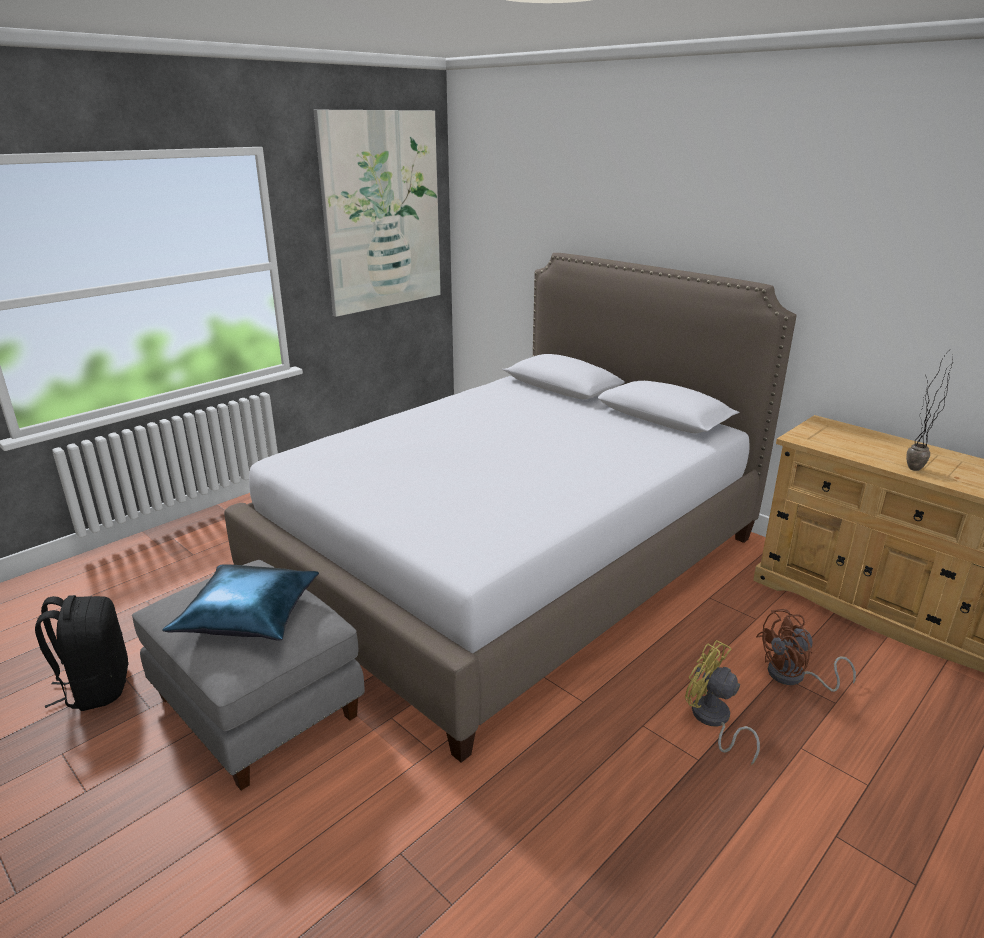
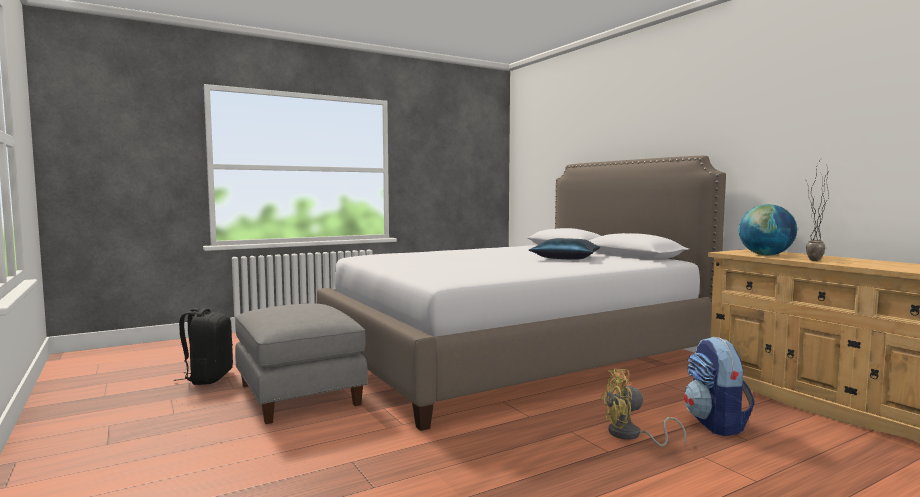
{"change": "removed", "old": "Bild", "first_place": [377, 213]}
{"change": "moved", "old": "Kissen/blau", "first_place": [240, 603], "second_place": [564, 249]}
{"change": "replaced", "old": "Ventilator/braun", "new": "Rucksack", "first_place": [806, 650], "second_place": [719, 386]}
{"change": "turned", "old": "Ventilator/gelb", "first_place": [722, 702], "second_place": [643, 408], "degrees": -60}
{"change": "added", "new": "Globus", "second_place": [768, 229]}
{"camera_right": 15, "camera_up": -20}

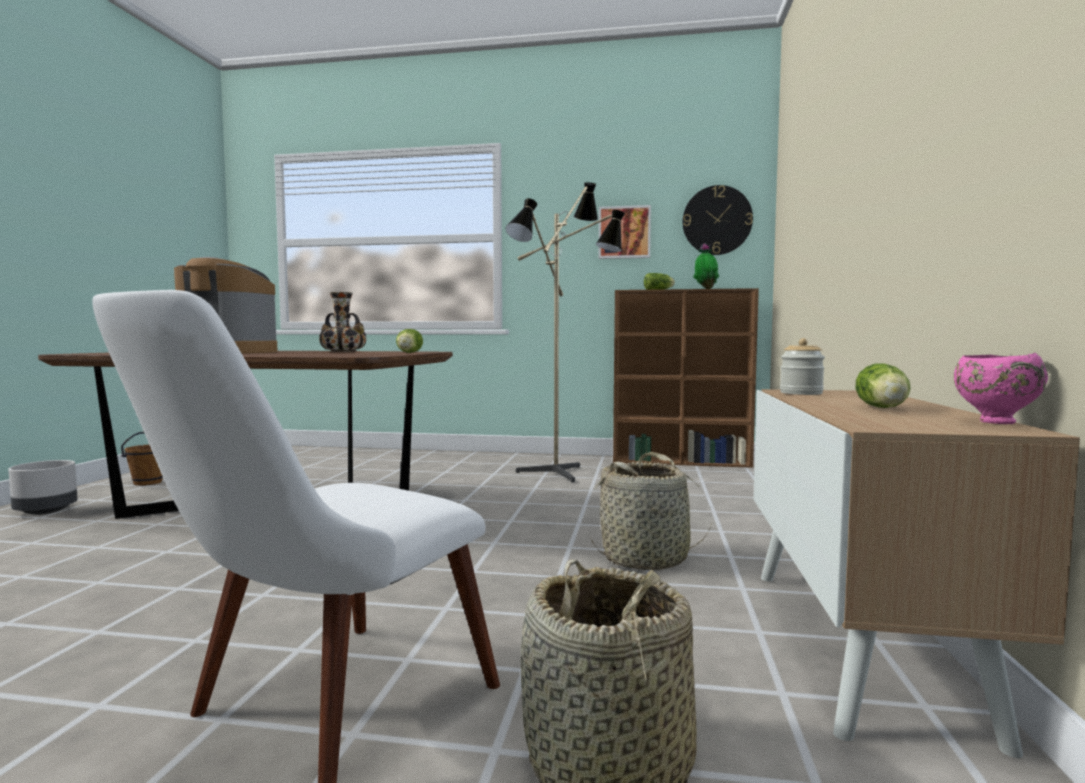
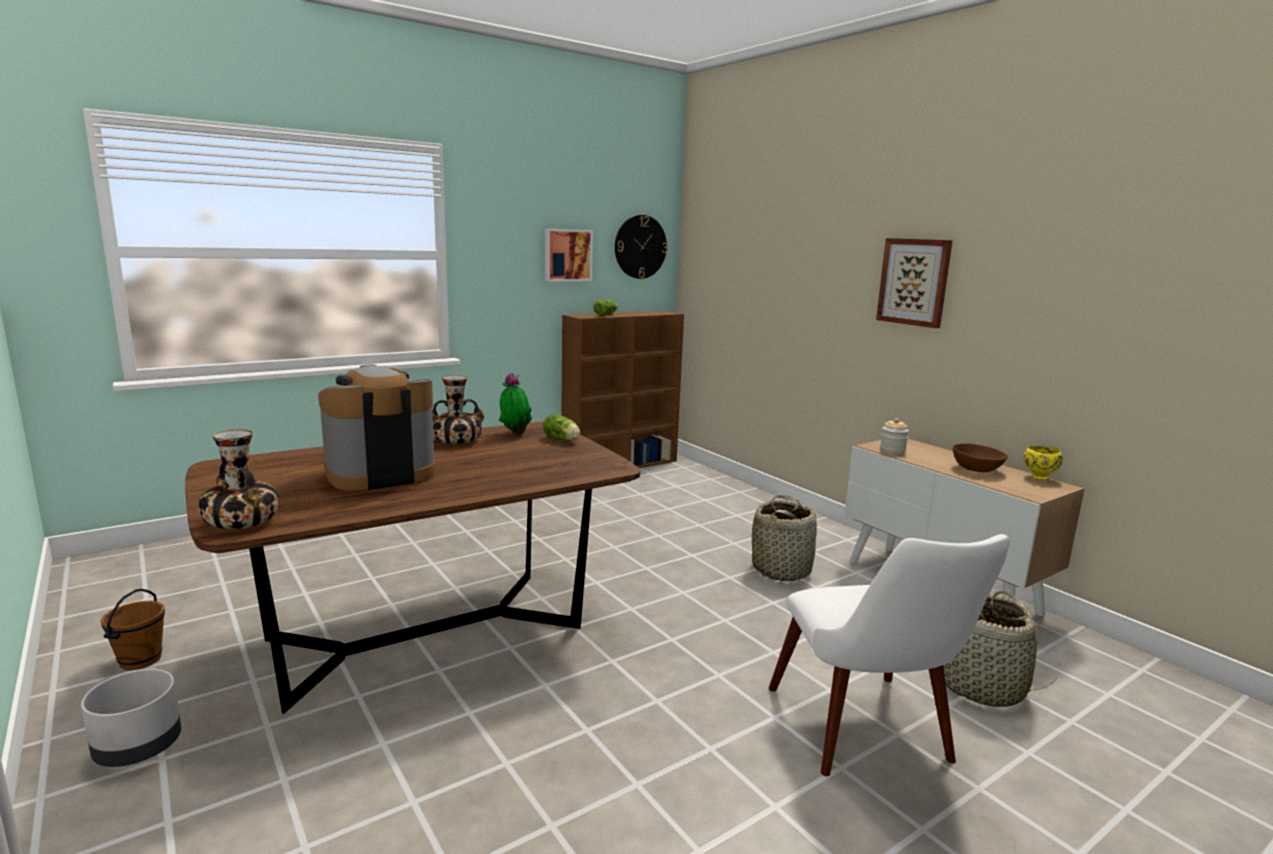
{"change": "removed", "old": "Stehlampe", "first_place": [565, 332]}
{"change": "moved", "old": "Topfpflanze", "first_place": [706, 266], "second_place": [515, 404]}
{"change": "recoloured", "old": "Schüssel/rosa", "new": "Schüssel/gelb", "first_place": [1001, 388], "second_place": [1043, 463]}
{"change": "replaced", "old": "Salatkopf", "new": "Schüssel/braun", "first_place": [883, 385], "second_place": [980, 457]}
{"change": "added", "new": "Bild", "second_place": [914, 283]}
{"change": "added", "new": "Vase", "second_place": [238, 479]}
{"camera_right": -45, "camera_up": 10}

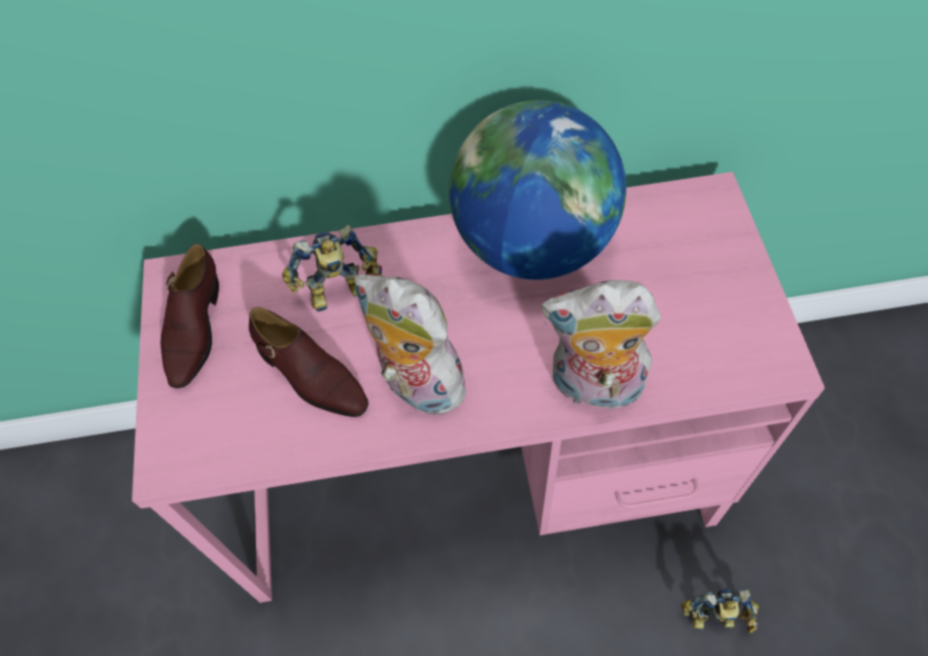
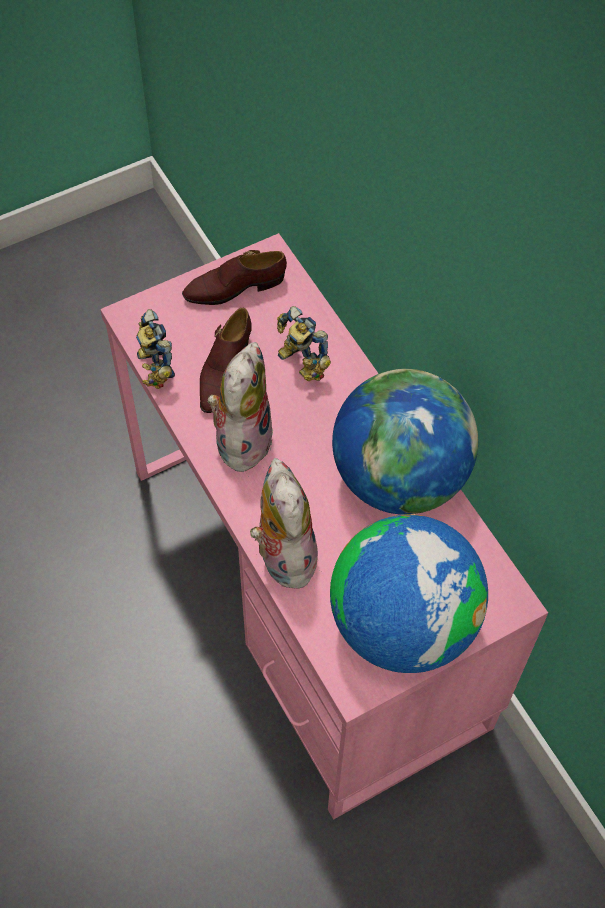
{"change": "moved", "old": "Spielzeugroboter", "first_place": [720, 610], "second_place": [155, 349]}
{"change": "added", "new": "Globus", "second_place": [409, 594]}
{"camera_right": 65, "camera_up": 0}

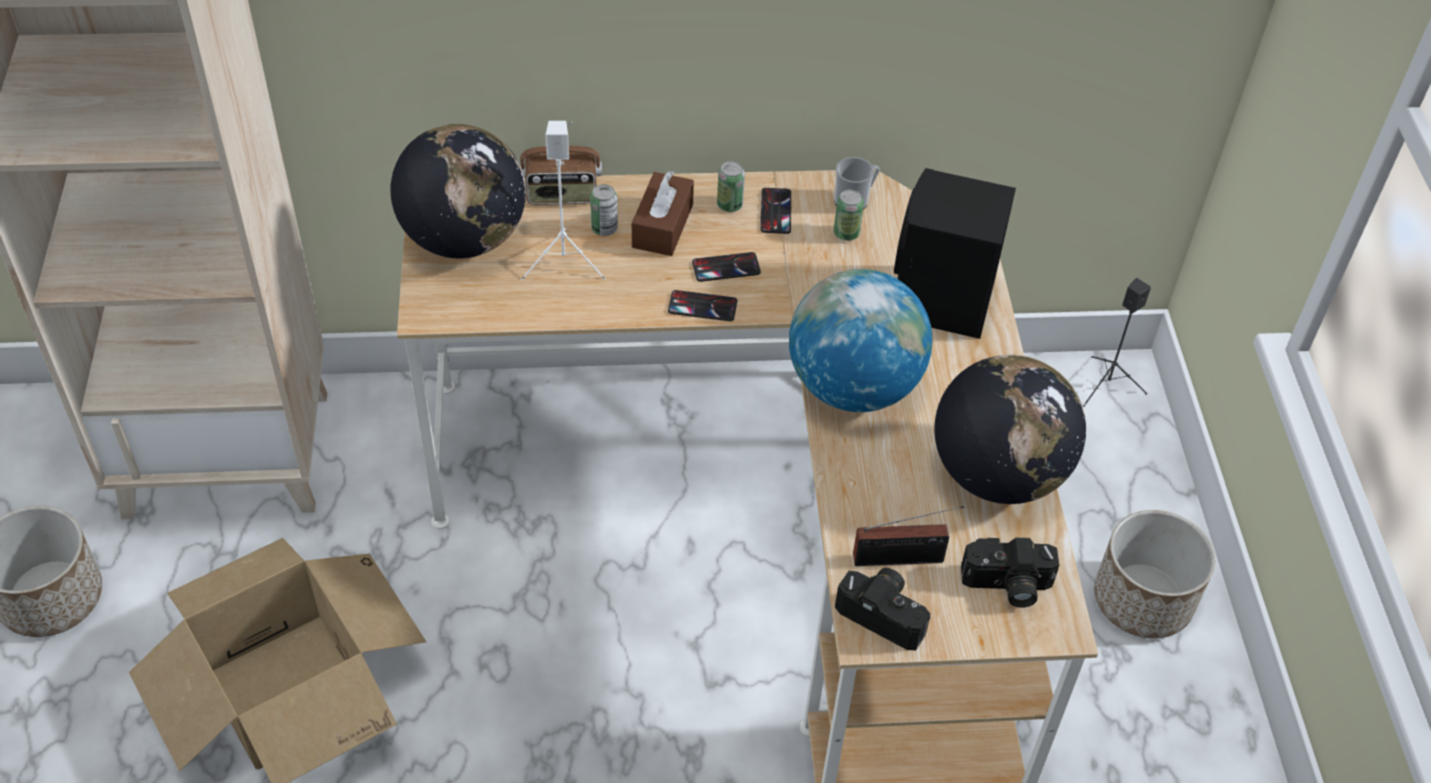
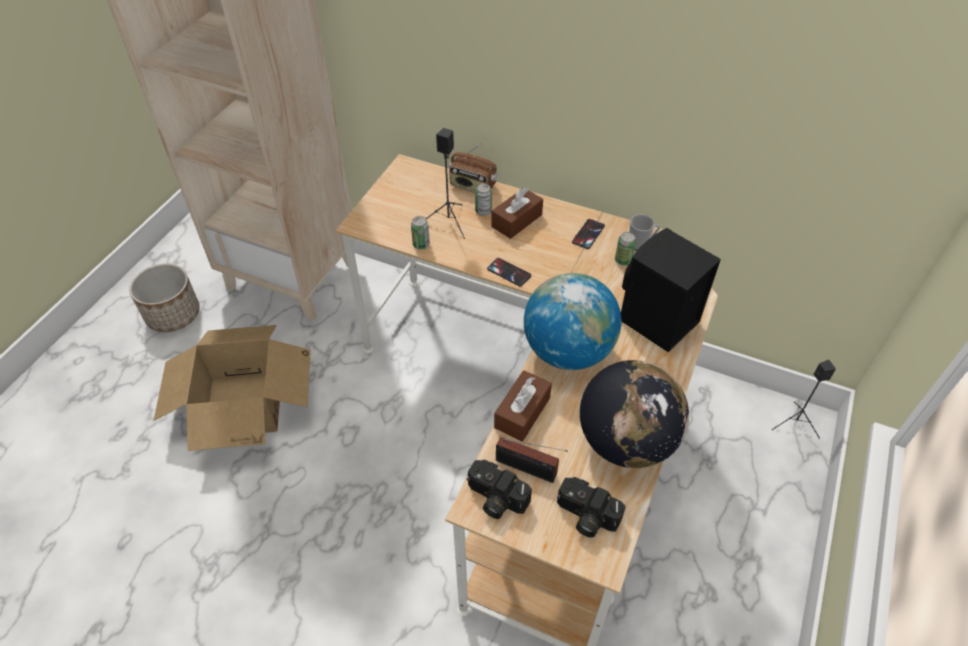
{"change": "recoloured", "old": "Lautsprecher/weiß", "new": "Lautsprecher/schwarz", "first_place": [563, 200], "second_place": [445, 183]}
{"change": "removed", "old": "Globus", "first_place": [458, 191]}
{"change": "moved", "old": "Dose", "first_place": [731, 186], "second_place": [420, 233]}
{"change": "removed", "old": "Handy", "first_place": [726, 267]}
{"change": "removed", "old": "Pflanzkübel", "first_place": [1154, 574]}
{"change": "turned", "old": "Kamera", "first_place": [882, 609], "second_place": [499, 489], "degrees": 150}
{"change": "added", "new": "Taschentuchbox/braun", "second_place": [523, 405]}
{"camera_right": 30, "camera_up": 0}

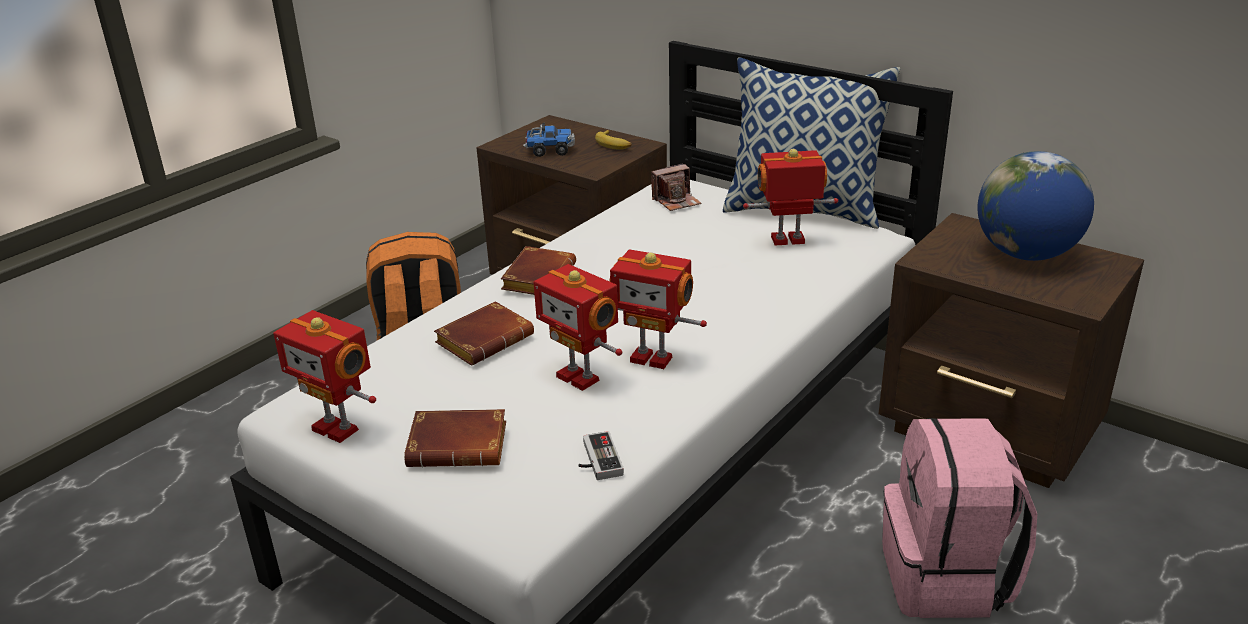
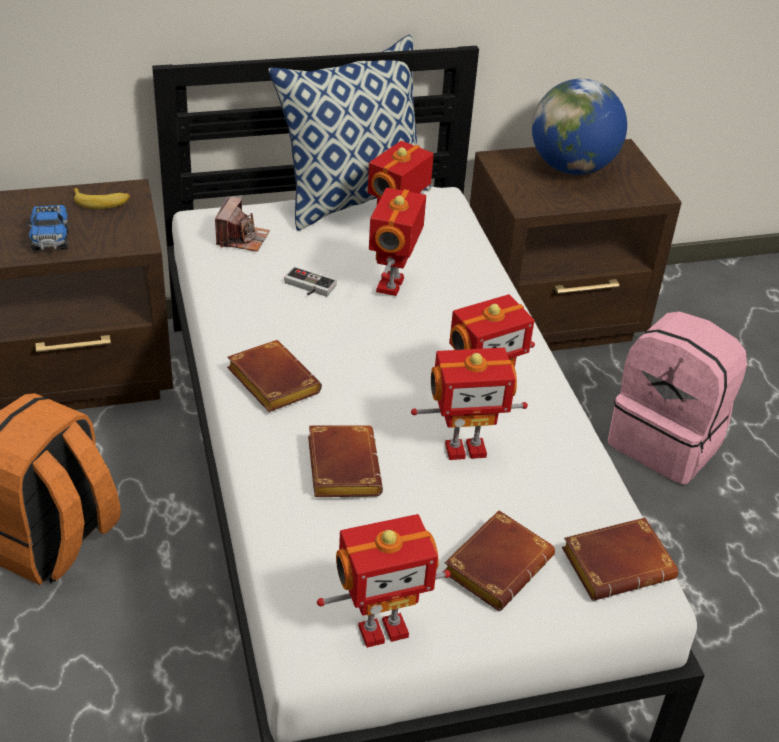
{"change": "turned", "old": "Spielzeuglaster", "first_place": [549, 140], "second_place": [48, 228], "degrees": 135}
{"change": "moved", "old": "Gamepad", "first_place": [601, 455], "second_place": [310, 282]}
{"change": "added", "new": "Spielzeugroboter", "second_place": [397, 242]}
{"change": "added", "new": "Buch/braun", "second_place": [620, 559]}
{"camera_right": -55, "camera_up": 10}

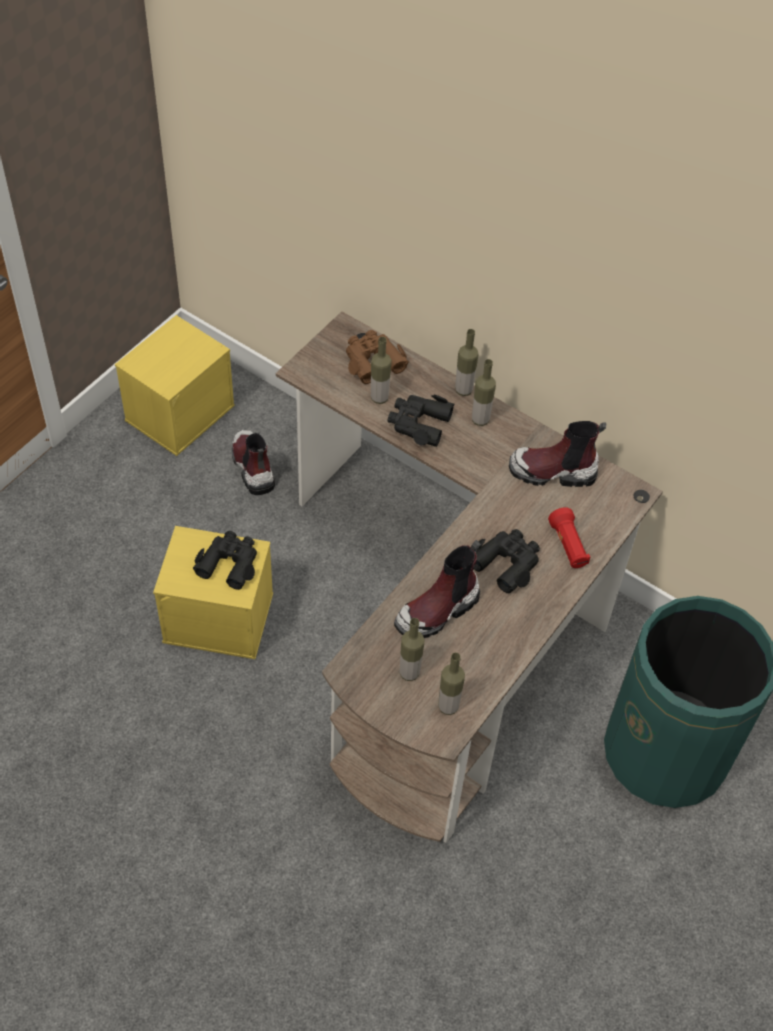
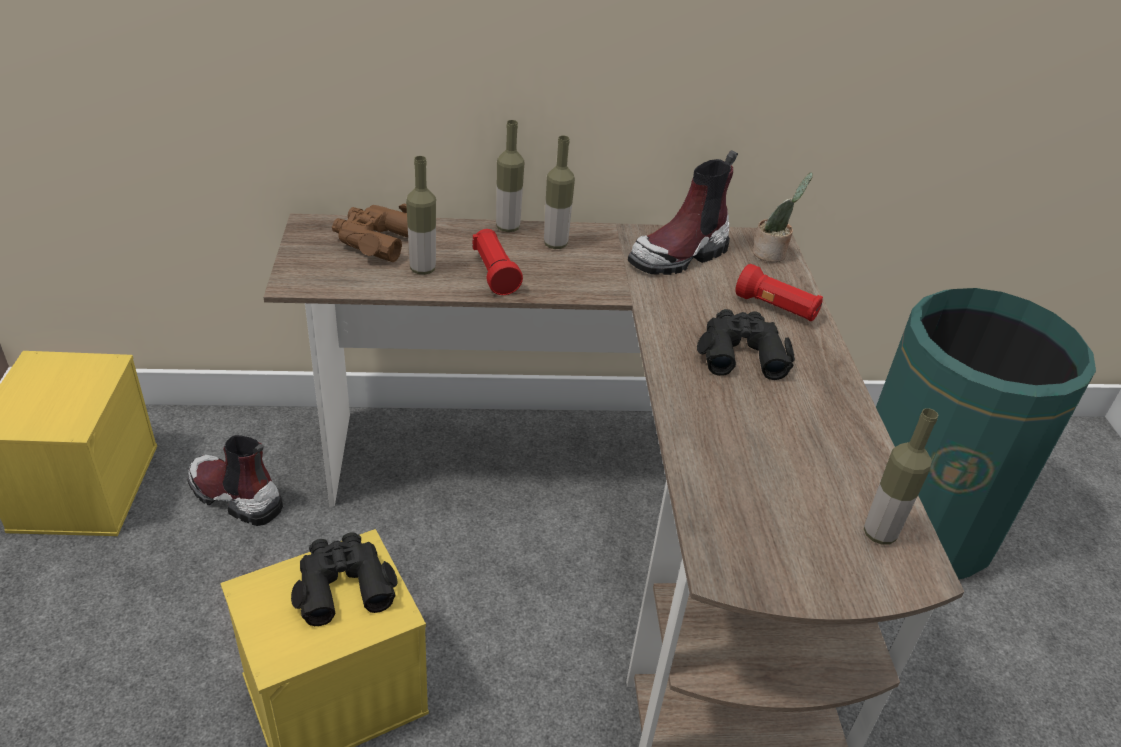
{"change": "replaced", "old": "Fernglas/schwarz", "new": "Taschenlampe/rot", "first_place": [421, 421], "second_place": [498, 262]}
{"change": "removed", "old": "Stiefel", "first_place": [437, 589]}
{"change": "removed", "old": "Flasche", "first_place": [412, 649]}
{"change": "added", "new": "Topfpflanze", "second_place": [783, 217]}
{"camera_right": -40, "camera_up": -15}

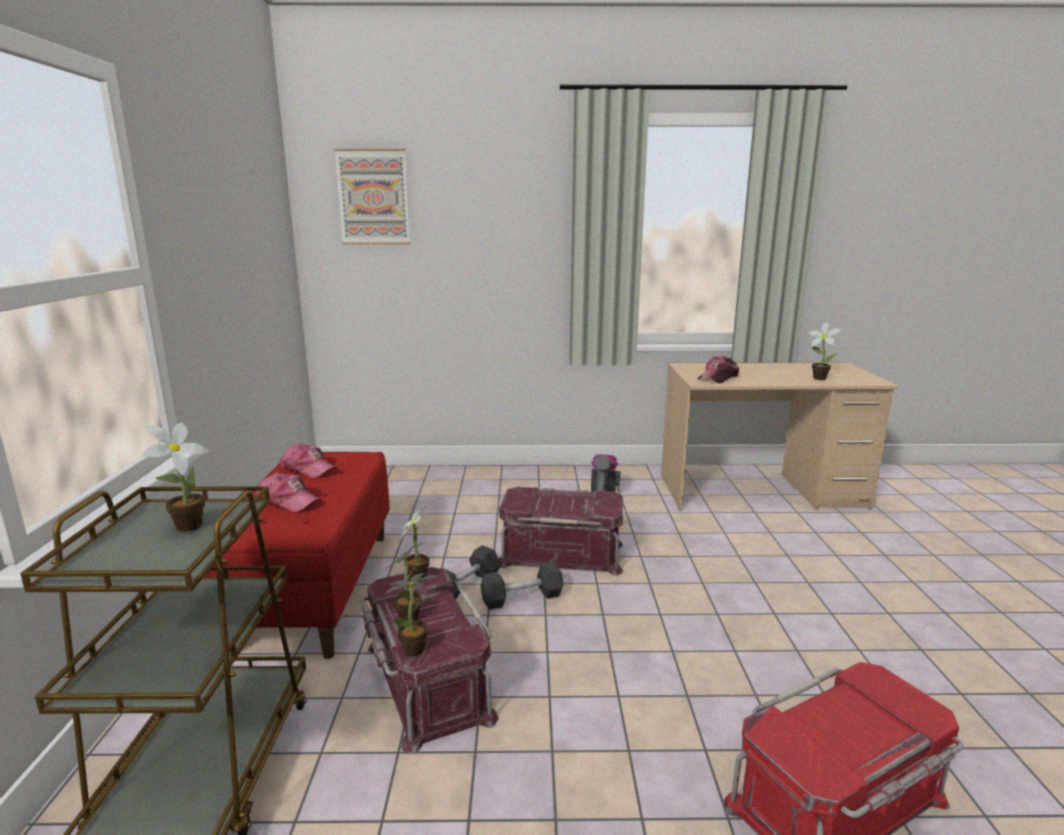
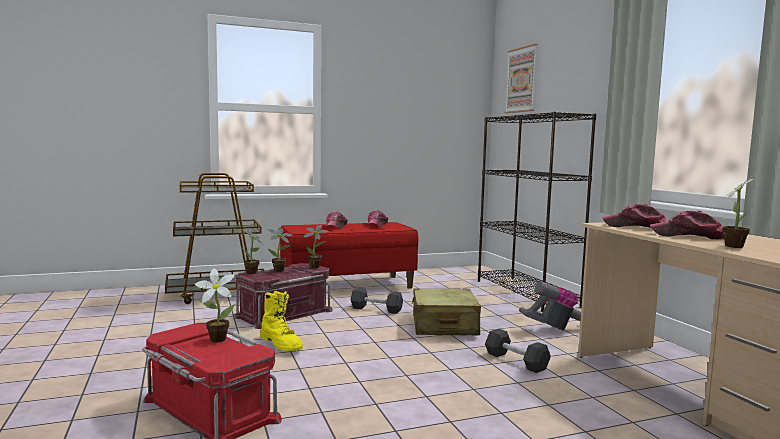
{"change": "moved", "old": "Topfpflanze", "first_place": [175, 477], "second_place": [215, 305]}
{"change": "replaced", "old": "Aufbewahrungsbox/rot", "new": "Koffer/beige", "first_place": [561, 531], "second_place": [446, 311]}
{"change": "moved", "old": "Hantel/grau", "first_place": [522, 586], "second_place": [518, 351]}
{"change": "added", "new": "Bücherregal/schwarz", "second_place": [537, 212]}
{"change": "added", "new": "Kappe", "second_place": [687, 225]}
{"change": "added", "new": "Stiefel/gelb", "second_place": [281, 321]}
{"camera_right": 70, "camera_up": -10}

